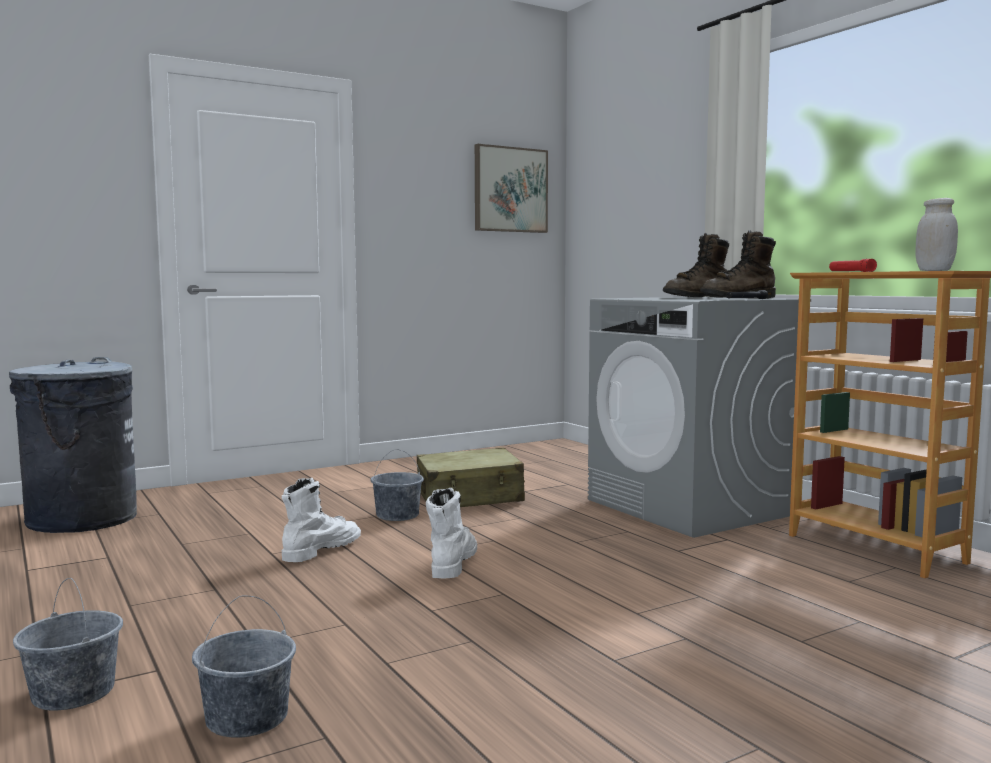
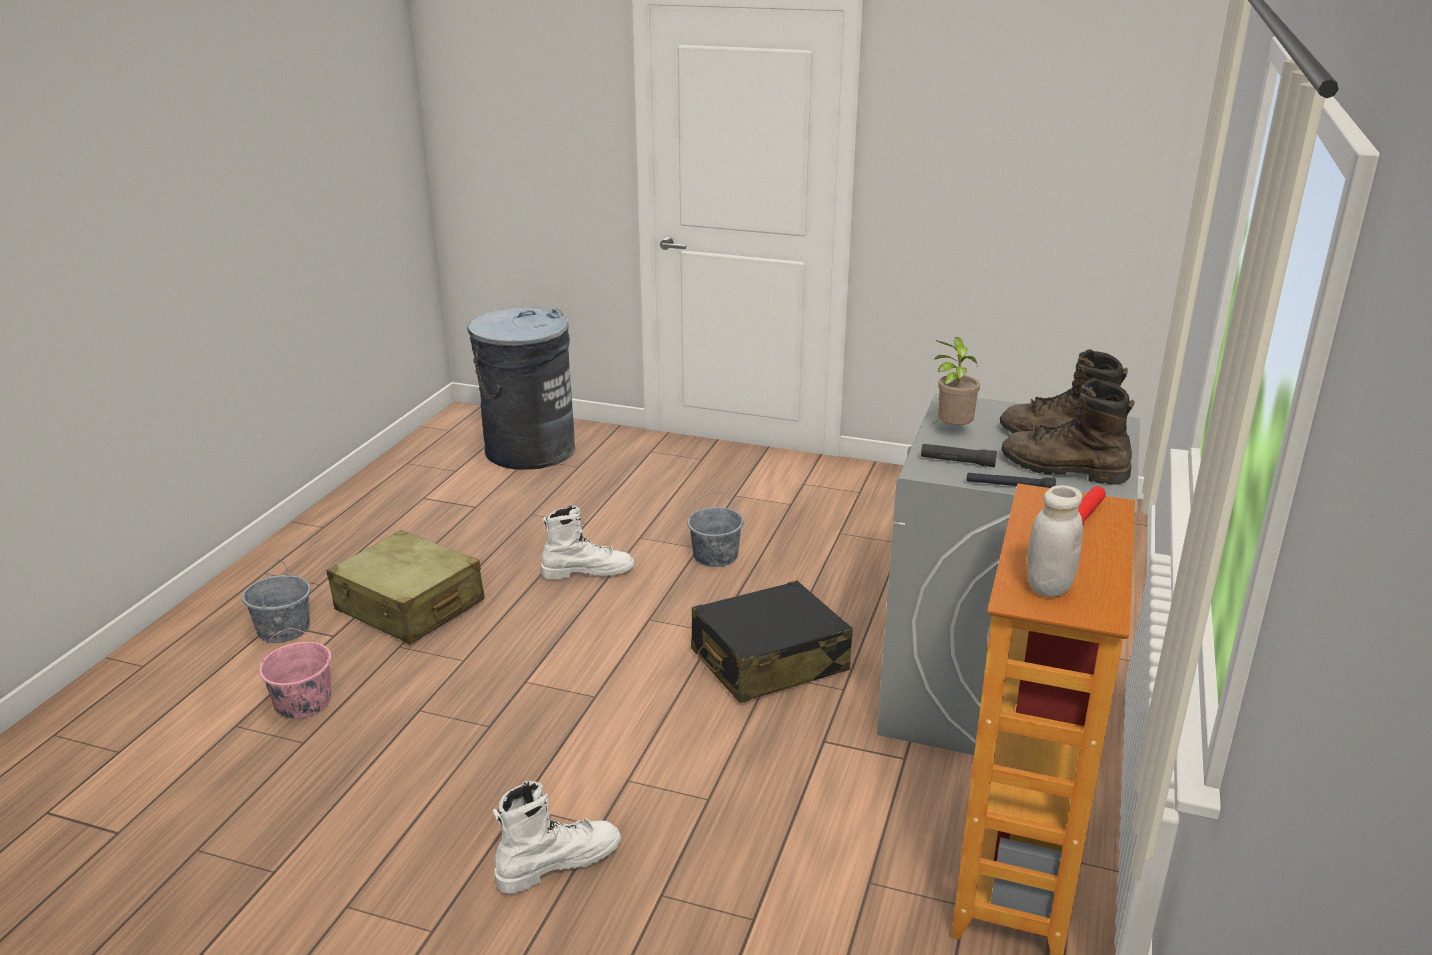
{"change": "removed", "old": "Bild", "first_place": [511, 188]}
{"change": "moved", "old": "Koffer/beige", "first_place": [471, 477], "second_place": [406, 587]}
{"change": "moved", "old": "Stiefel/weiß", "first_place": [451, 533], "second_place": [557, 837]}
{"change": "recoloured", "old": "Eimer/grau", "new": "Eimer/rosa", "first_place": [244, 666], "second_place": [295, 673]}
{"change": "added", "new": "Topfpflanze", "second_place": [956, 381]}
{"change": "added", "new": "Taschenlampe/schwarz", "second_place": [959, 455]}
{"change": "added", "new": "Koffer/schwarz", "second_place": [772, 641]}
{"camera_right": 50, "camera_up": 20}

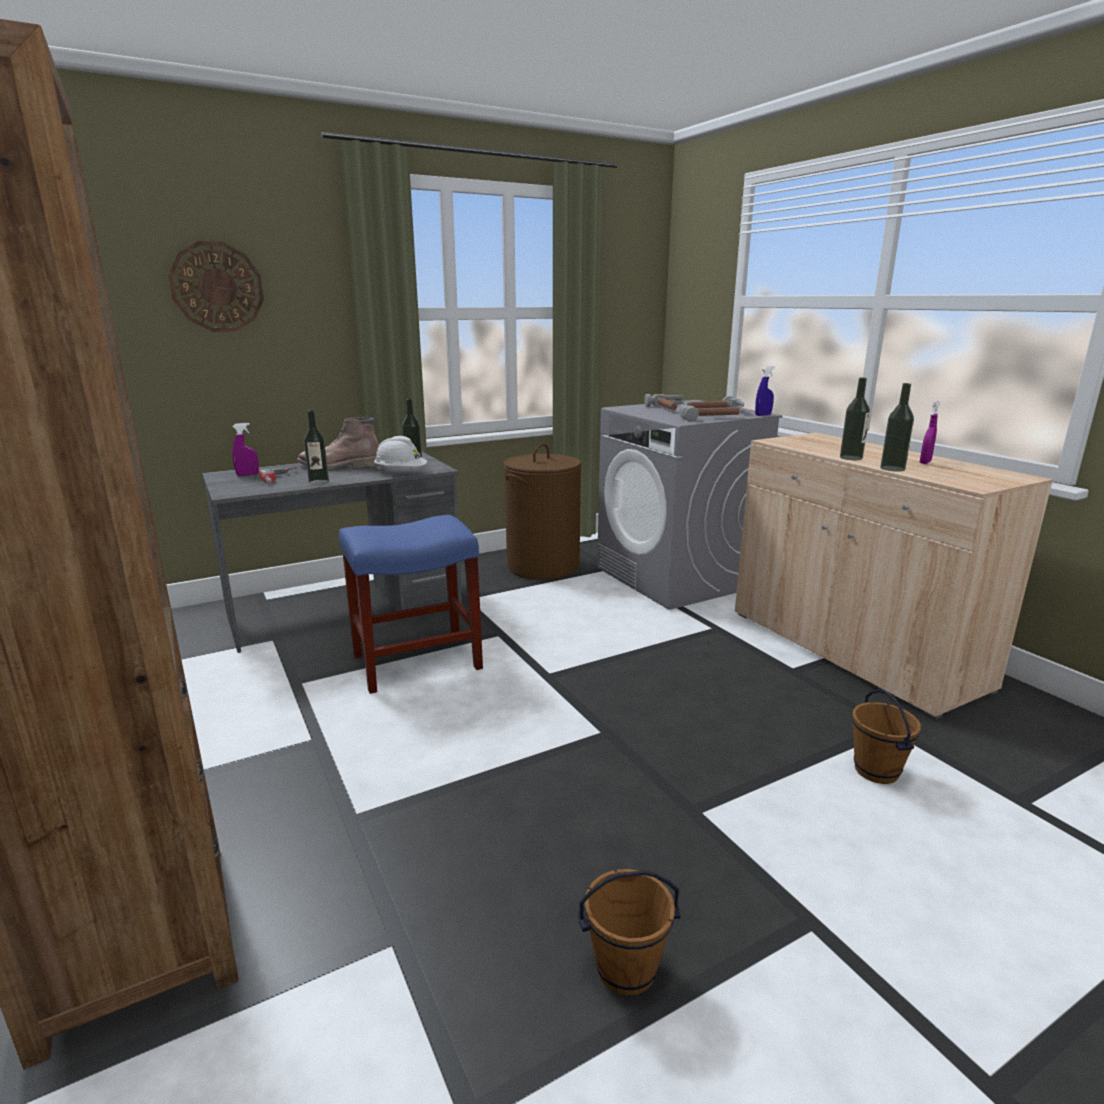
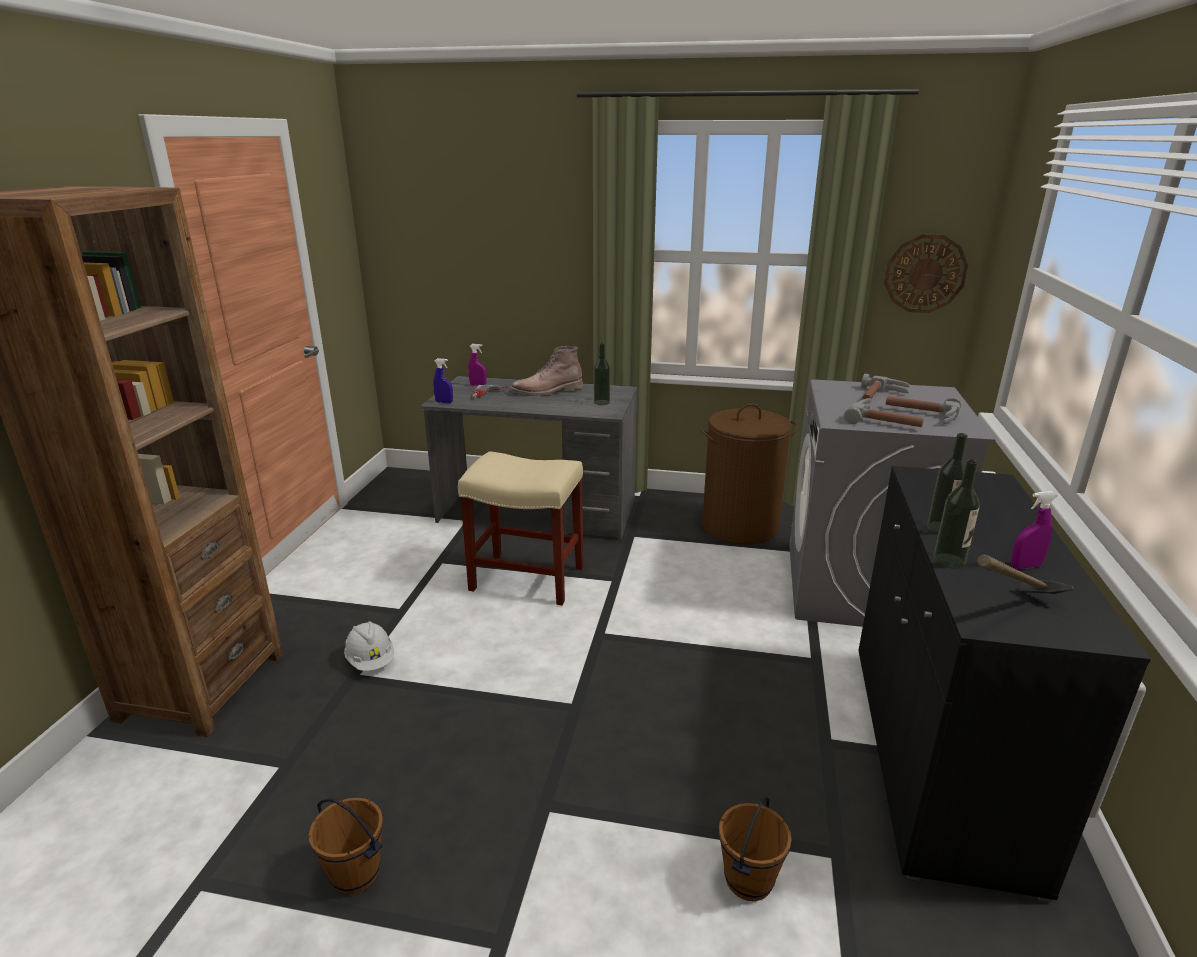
{"change": "moved", "old": "Wanduhr", "first_place": [216, 286], "second_place": [926, 273]}
{"change": "moved", "old": "Sprühflasche/blau", "first_place": [765, 391], "second_place": [443, 380]}
{"change": "removed", "old": "Flasche", "first_place": [316, 447]}
{"change": "turned", "old": "Stiefel/braun", "first_place": [338, 443], "second_place": [546, 371], "degrees": -60}
{"change": "recoloured", "old": "Schrank/beige", "new": "Schrank/schwarz", "first_place": [894, 576], "second_place": [1004, 684]}
{"change": "moved", "old": "Schutzhelm/weiß", "first_place": [400, 453], "second_place": [369, 646]}
{"change": "recoloured", "old": "Hocker/blau", "new": "Hocker/beige", "first_place": [411, 604], "second_place": [521, 528]}
{"change": "added", "new": "Hammer", "second_place": [1025, 574]}
{"camera_right": 40, "camera_up": 5}

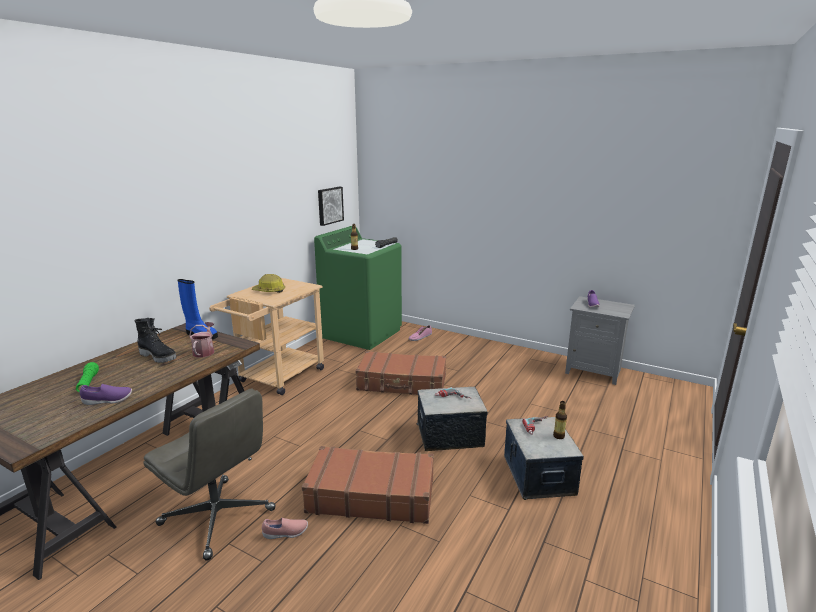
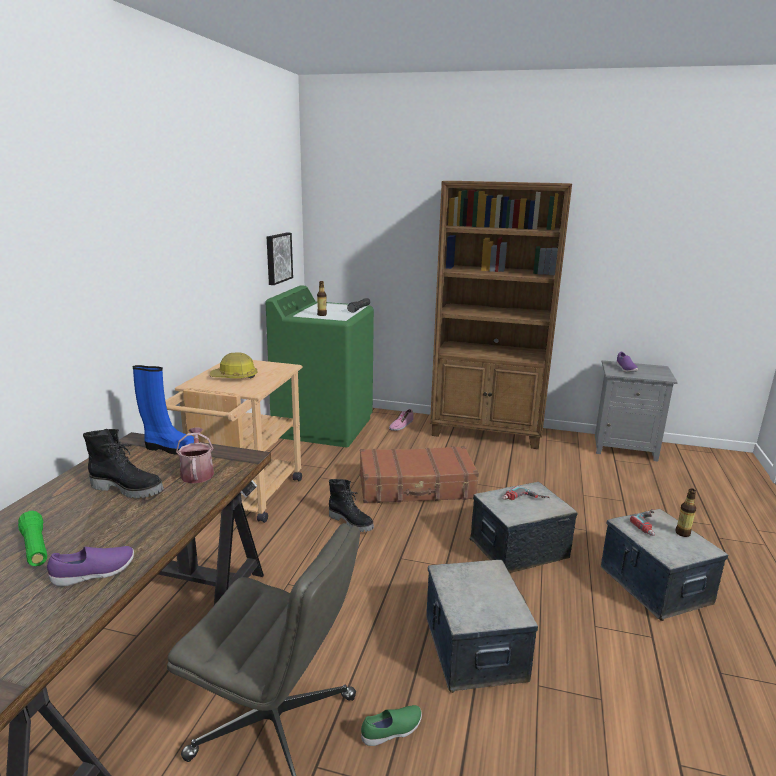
{"change": "replaced", "old": "Koffer/braun", "new": "Aufbewahrungsbox", "first_place": [368, 485], "second_place": [482, 626]}
{"change": "recoloured", "old": "Schuh/rosa", "new": "Schuh/grün", "first_place": [285, 528], "second_place": [391, 725]}
{"change": "added", "new": "Bücherregal/braun", "second_place": [501, 315]}
{"change": "added", "new": "Stiefel/schwarz", "second_place": [351, 505]}
{"camera_right": -15, "camera_up": 0}

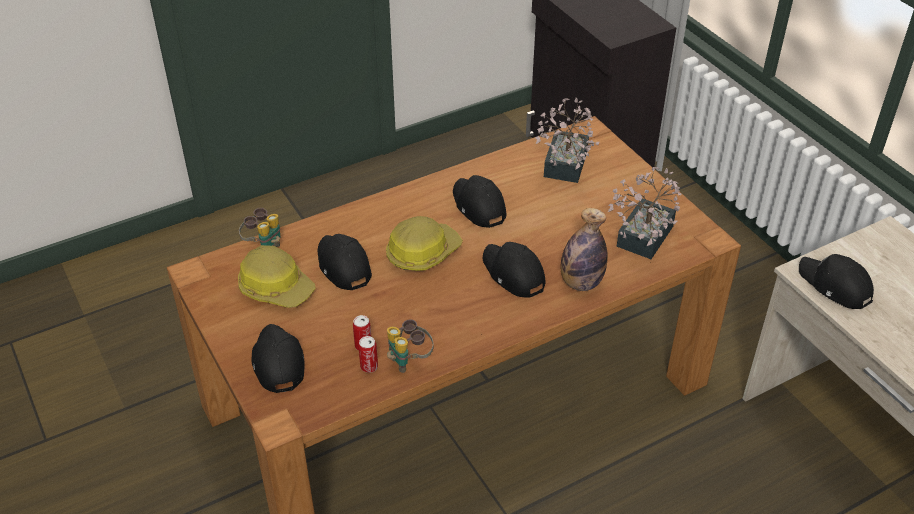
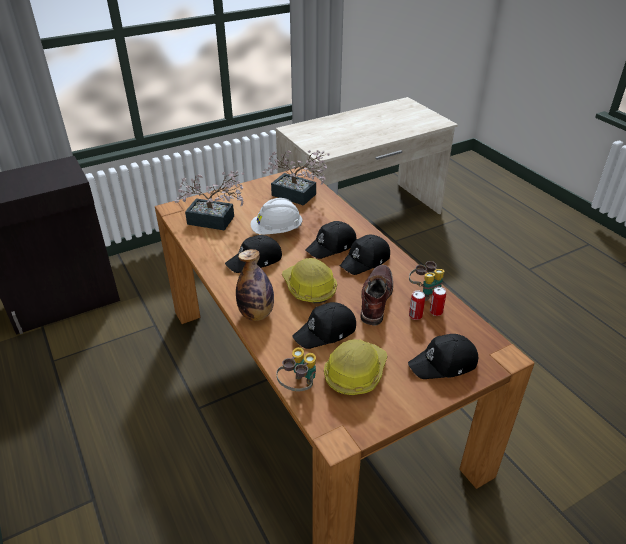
{"change": "moved", "old": "Flasche", "first_place": [584, 249], "second_place": [255, 285]}
{"change": "moved", "old": "Kappe/schwarz", "first_place": [836, 281], "second_place": [365, 255]}
{"change": "added", "new": "Schutzhelm/weiß", "second_place": [276, 216]}
{"change": "added", "new": "Stiefel/braun", "second_place": [376, 295]}
{"camera_right": -90, "camera_up": -5}

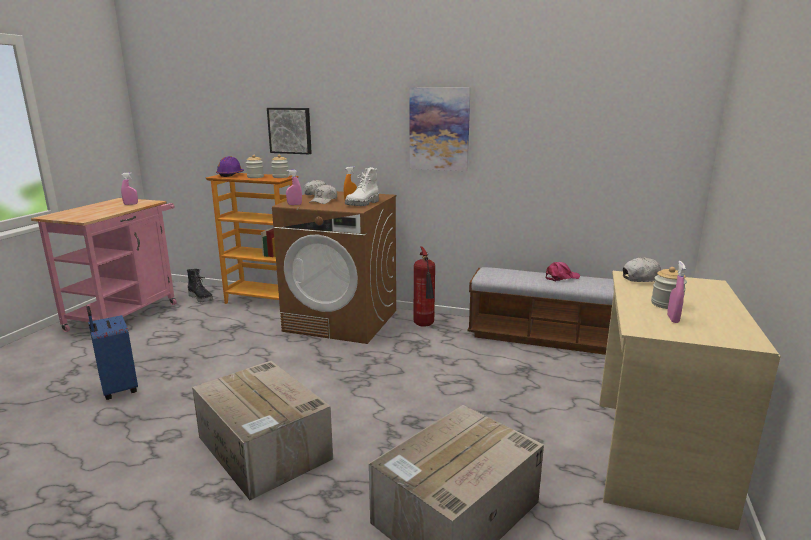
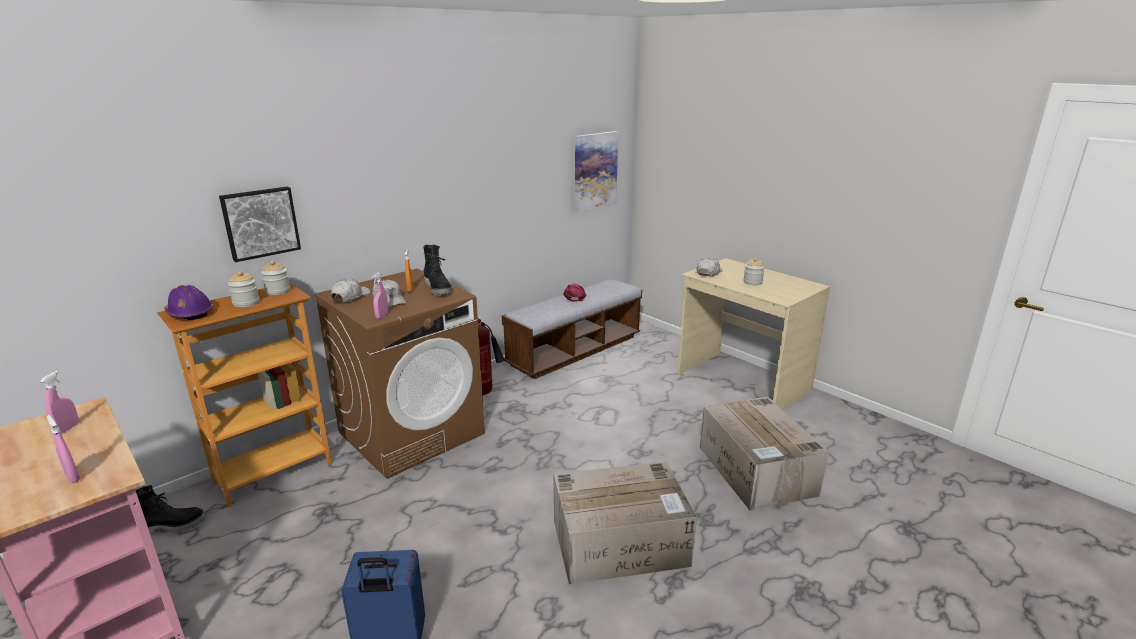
{"change": "moved", "old": "Bild", "first_place": [440, 129], "second_place": [596, 171]}
{"change": "recoloured", "old": "Stiefel/weiß", "new": "Stiefel/schwarz", "first_place": [362, 186], "second_place": [437, 270]}
{"change": "moved", "old": "Sprühflasche/rosa", "first_place": [676, 292], "second_place": [63, 449]}
{"camera_right": -60, "camera_up": 5}

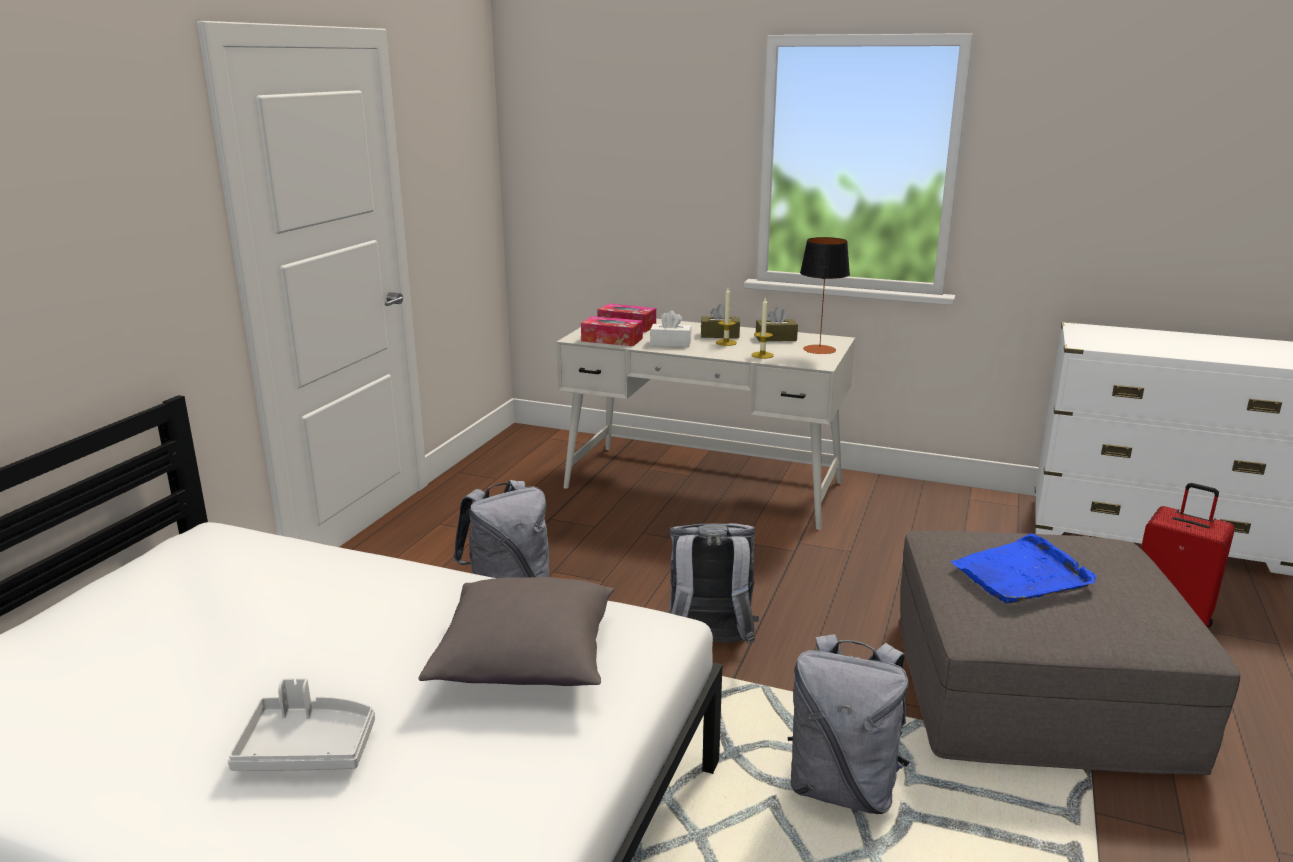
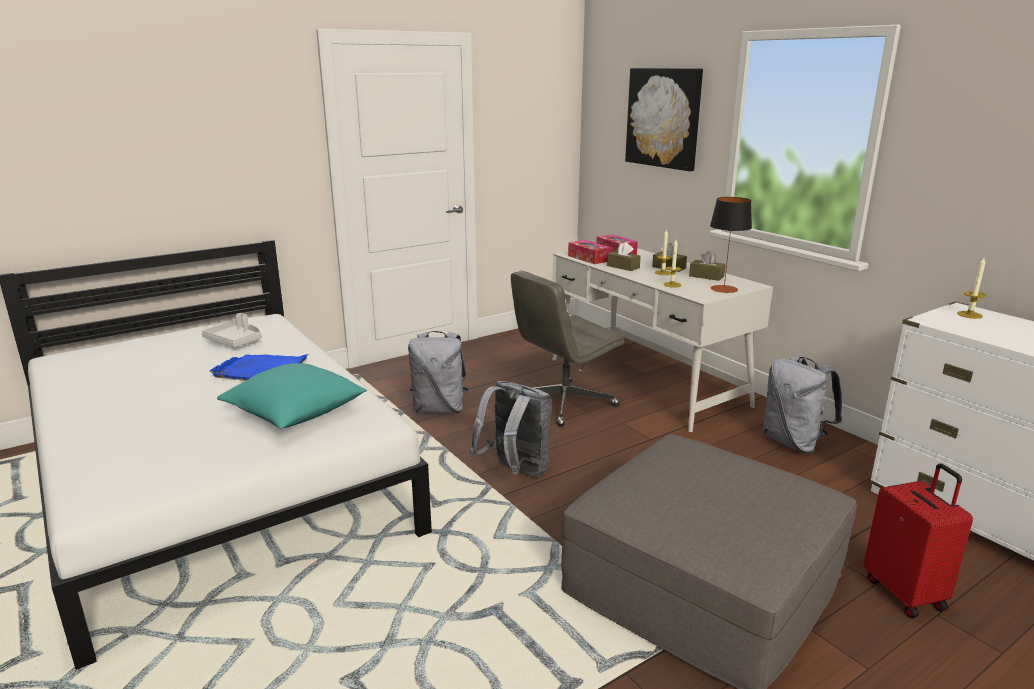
{"change": "recoloured", "old": "Taschentuchbox/weiß", "new": "Taschentuchbox/braun", "first_place": [671, 328], "second_place": [624, 256]}
{"change": "moved", "old": "Tablett/blau", "first_place": [1023, 568], "second_place": [259, 367]}
{"change": "recoloured", "old": "Kissen/grau", "new": "Kissen/türkis", "first_place": [516, 631], "second_place": [292, 396]}
{"change": "moved", "old": "Rucksack/grau", "first_place": [849, 724], "second_place": [802, 405]}
{"change": "moved", "old": "Tablett/grau", "first_place": [301, 724], "second_place": [232, 330]}
{"change": "added", "new": "Bild", "second_place": [664, 119]}
{"change": "added", "new": "Kerze", "second_place": [971, 288]}
{"change": "added", "new": "Bürostuhl/grau", "second_place": [568, 349]}
{"camera_right": 35, "camera_up": 0}

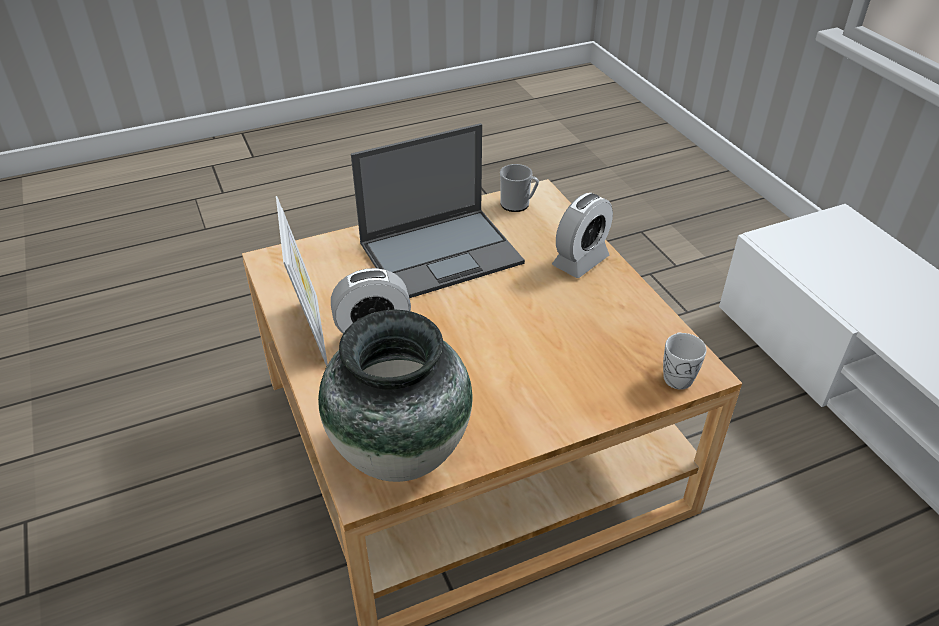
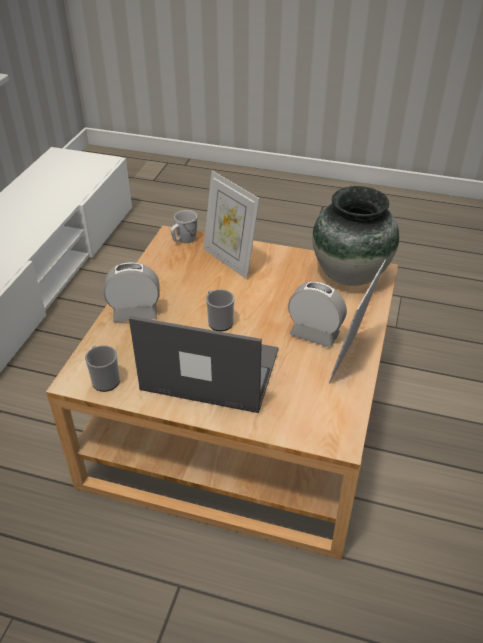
{"change": "added", "new": "Bilderrahmen", "second_place": [231, 225]}
{"change": "added", "new": "Henkelbecher", "second_place": [220, 310]}
{"camera_right": -140, "camera_up": 0}

